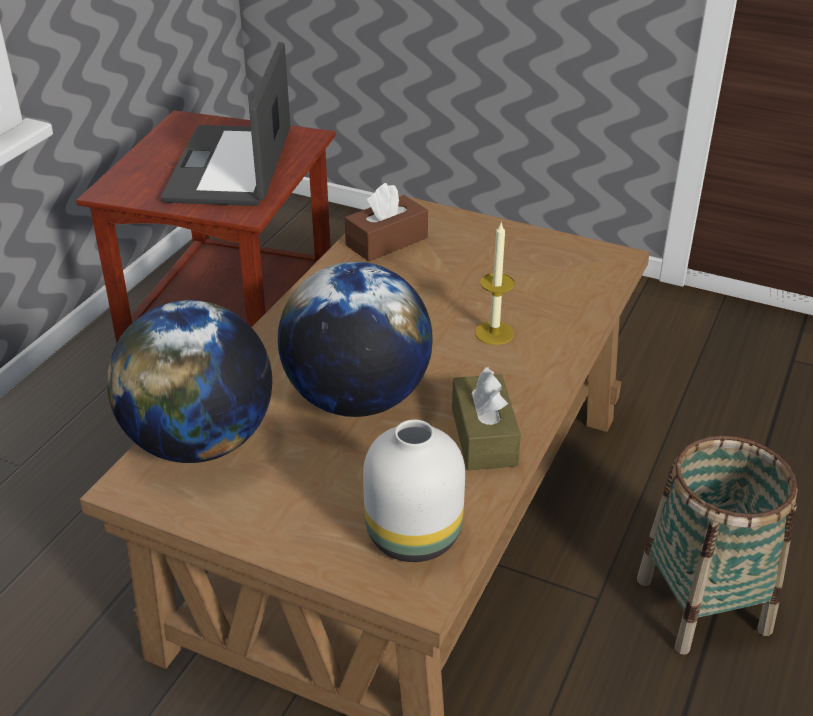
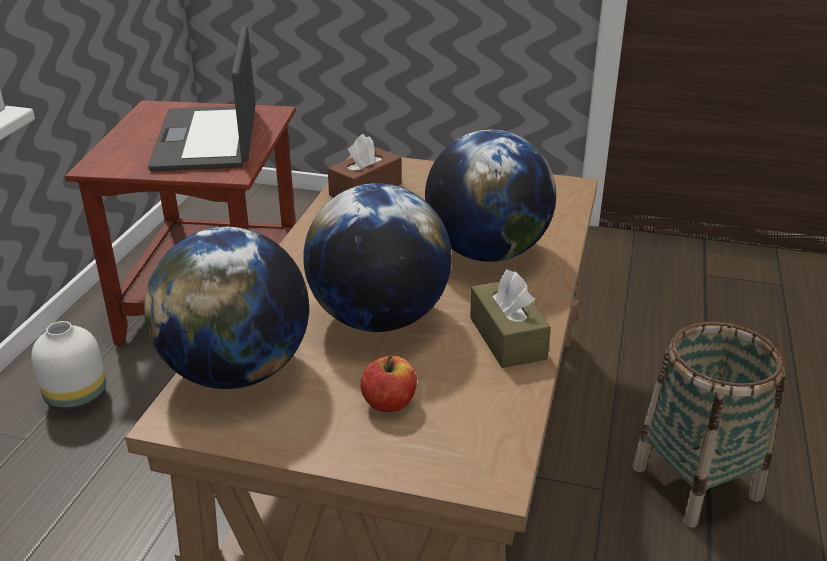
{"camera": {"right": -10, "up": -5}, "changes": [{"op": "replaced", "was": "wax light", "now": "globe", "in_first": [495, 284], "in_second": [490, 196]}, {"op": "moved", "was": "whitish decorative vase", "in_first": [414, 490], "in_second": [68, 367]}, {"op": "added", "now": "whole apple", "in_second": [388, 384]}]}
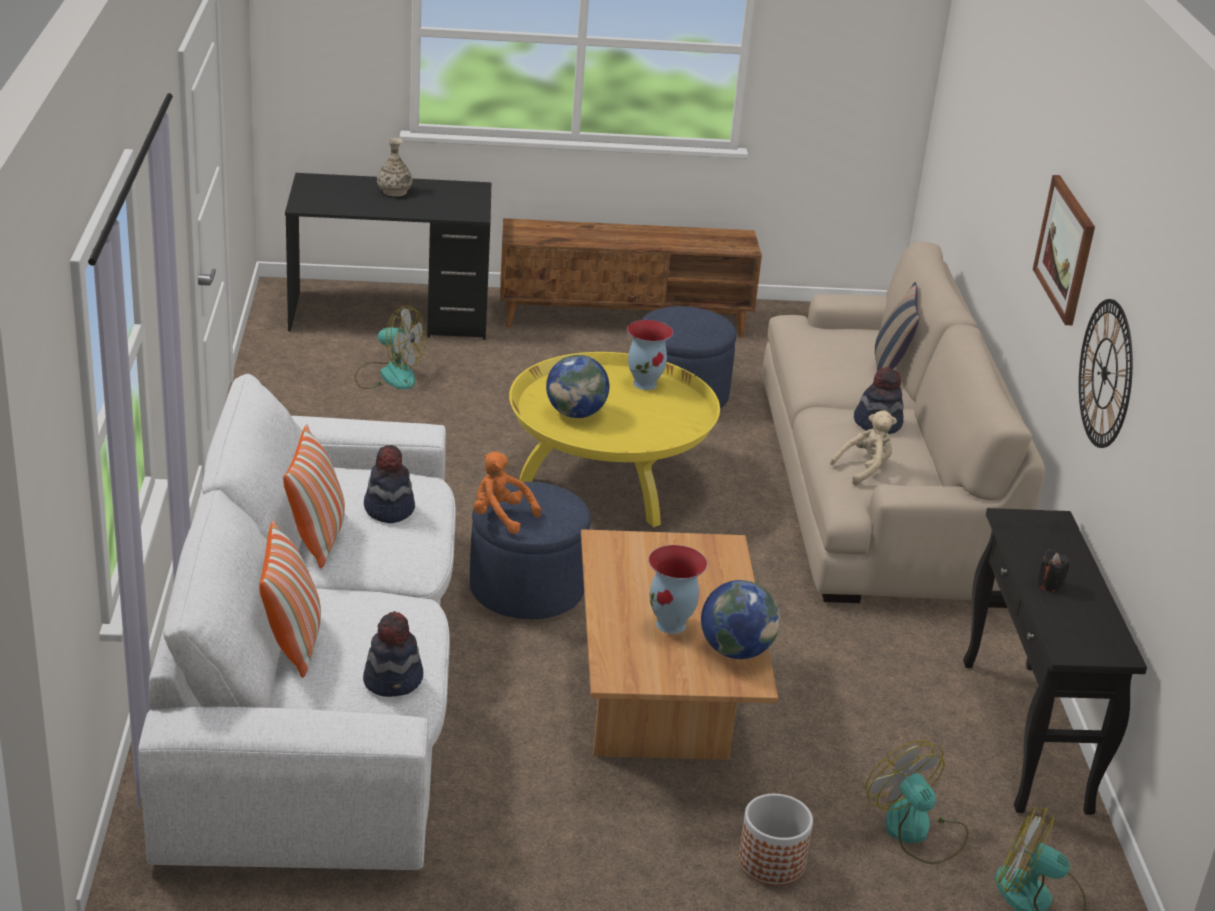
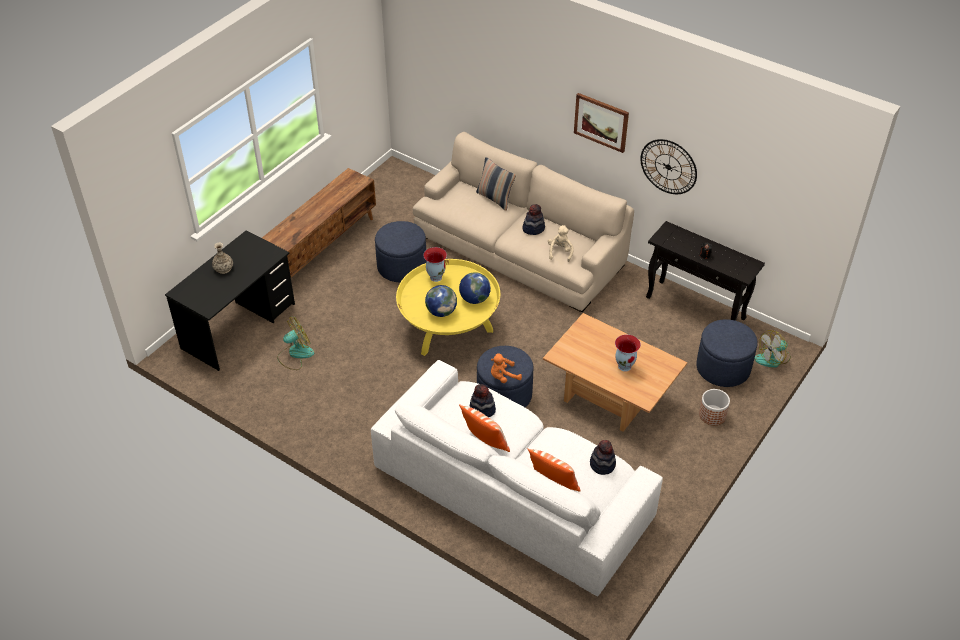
{"camera": {"right": -50, "up": 15}, "changes": [{"op": "moved", "was": "globe", "in_first": [740, 619], "in_second": [475, 288]}, {"op": "replaced", "was": "electric fan", "now": "blue-coloured footrest", "in_first": [917, 802], "in_second": [727, 353]}]}
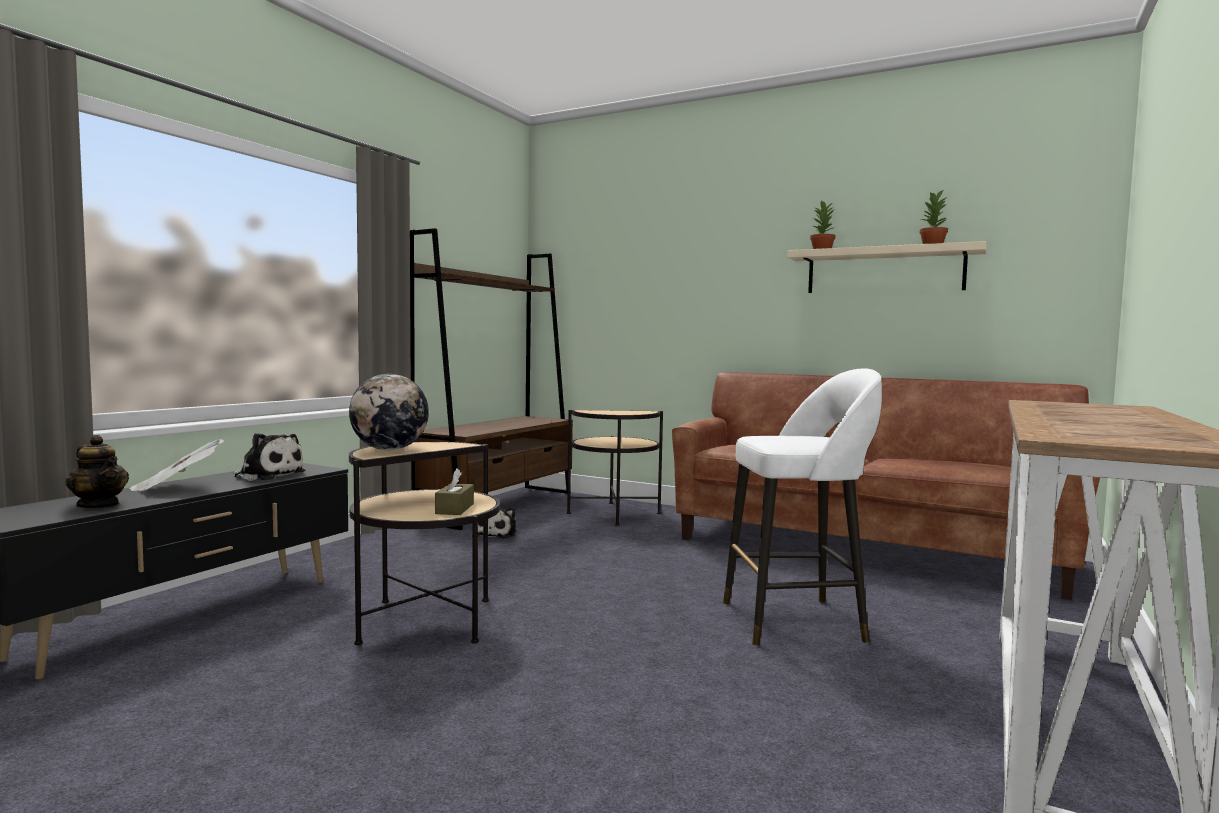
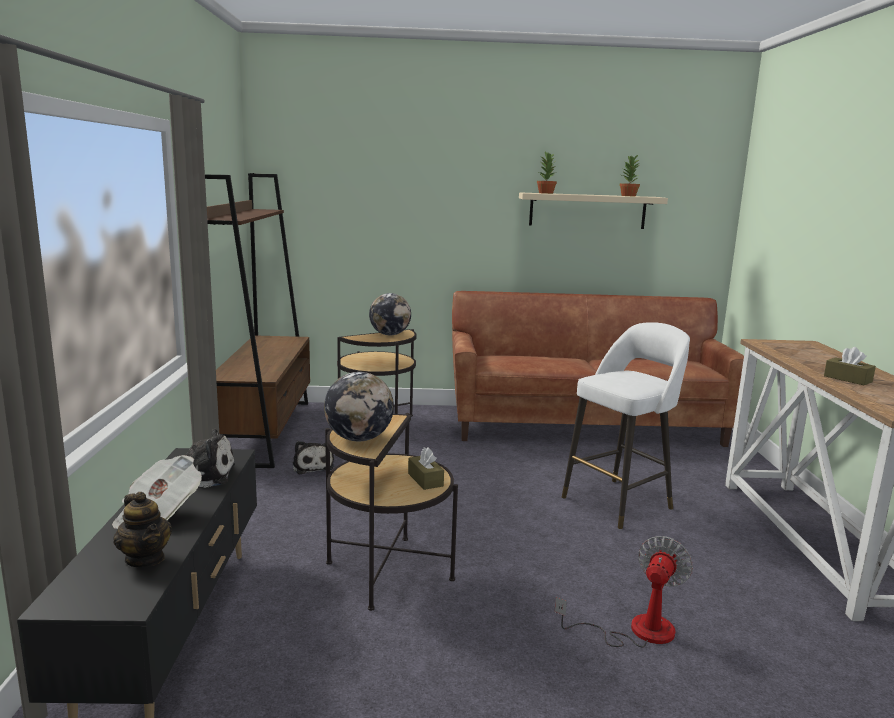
{"camera": {"right": -30, "up": 10}, "changes": [{"op": "turned", "was": "teapot", "in_first": [97, 471], "in_second": [142, 529], "clockwise": 45}, {"op": "added", "now": "globe", "in_second": [390, 314]}, {"op": "added", "now": "brownish tissue holder", "in_second": [850, 366]}, {"op": "added", "now": "electric fan", "in_second": [624, 592]}]}
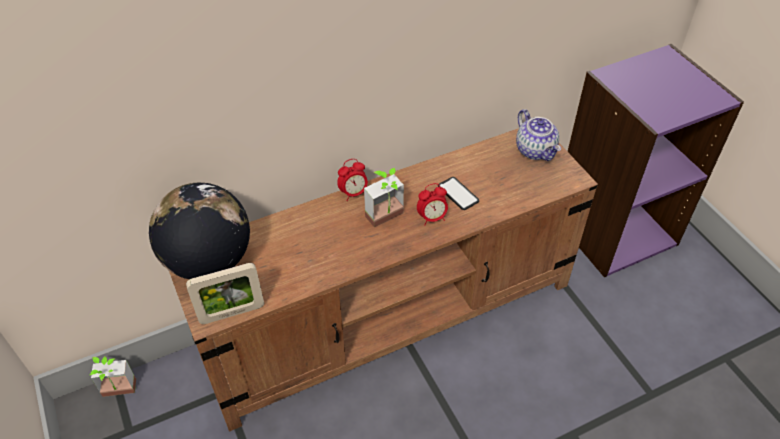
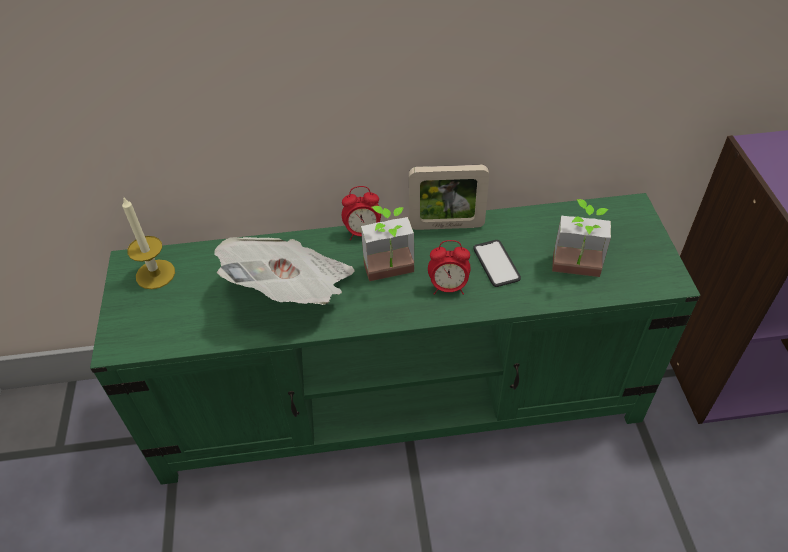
{"camera": {"right": 20, "up": 0}, "changes": [{"op": "removed", "was": "teapot", "in_first": [538, 135]}, {"op": "recoloured", "was": "brownish tv unit", "now": "green-coloured tv unit", "in_first": [383, 280], "in_second": [395, 339]}, {"op": "replaced", "was": "globe", "now": "wax light", "in_first": [199, 231], "in_second": [148, 242]}, {"op": "moved", "was": "picture frame", "in_first": [225, 293], "in_second": [449, 197]}, {"op": "moved", "was": "houseplant", "in_first": [112, 377], "in_second": [581, 238]}, {"op": "added", "now": "printed paper", "in_second": [284, 271]}]}
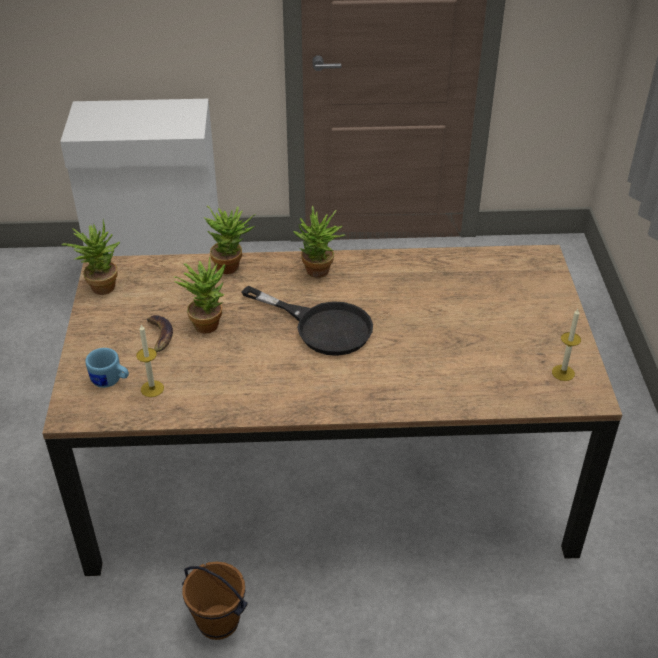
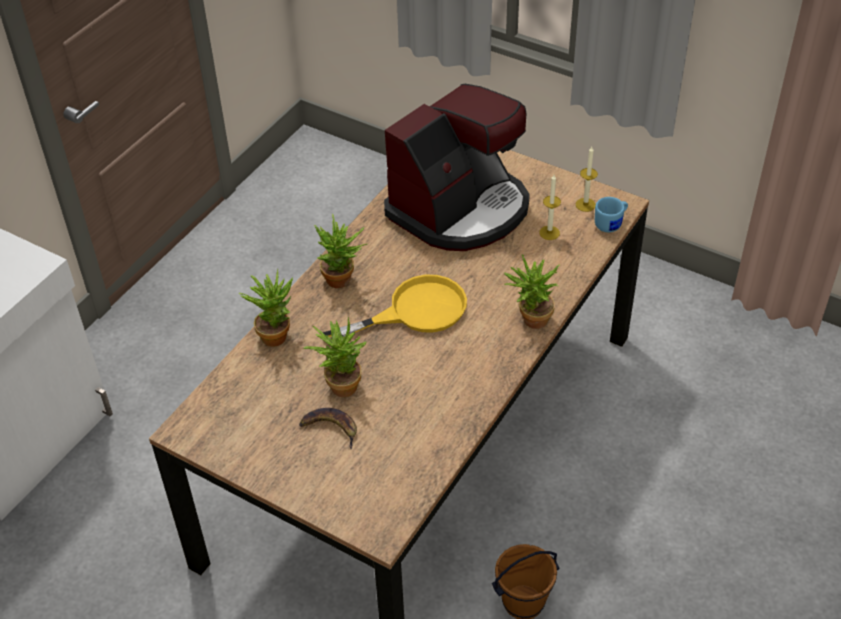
{"camera": {"right": -55, "up": 5}, "changes": [{"op": "moved", "was": "houseplant", "in_first": [90, 257], "in_second": [531, 291]}, {"op": "recoloured", "was": "blackish pan", "now": "yellow-coloured pan", "in_first": [307, 320], "in_second": [395, 306]}, {"op": "moved", "was": "wax light", "in_first": [150, 361], "in_second": [550, 207]}, {"op": "moved", "was": "blue-coloured coffee mug", "in_first": [107, 368], "in_second": [611, 214]}, {"op": "added", "now": "coffee brewer", "in_second": [457, 167]}]}
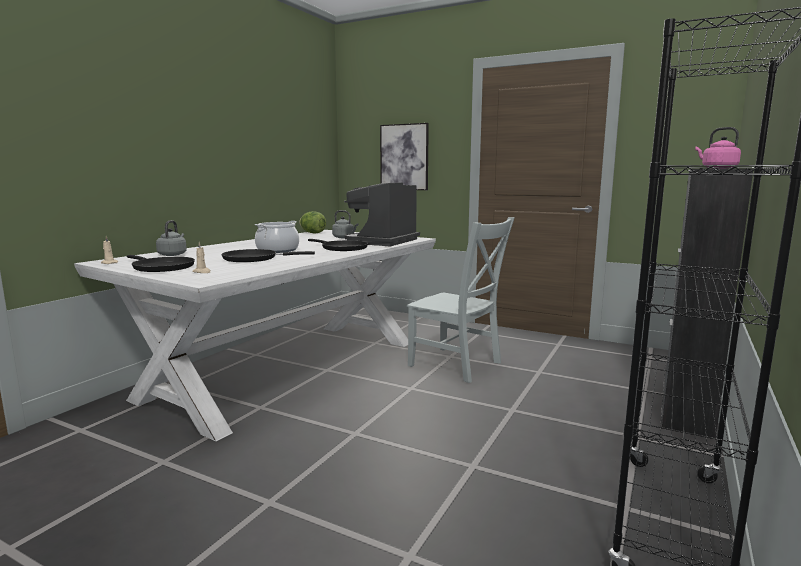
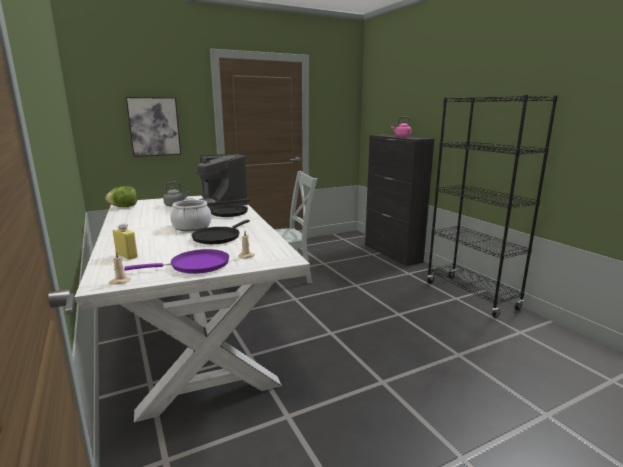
{"camera": {"right": -55, "up": 5}, "changes": [{"op": "replaced", "was": "gray kettle", "now": "yellow-coloured drink bottle", "in_first": [171, 238], "in_second": [125, 242]}, {"op": "recoloured", "was": "blackish pan", "now": "purplish pan", "in_first": [161, 263], "in_second": [176, 261]}]}
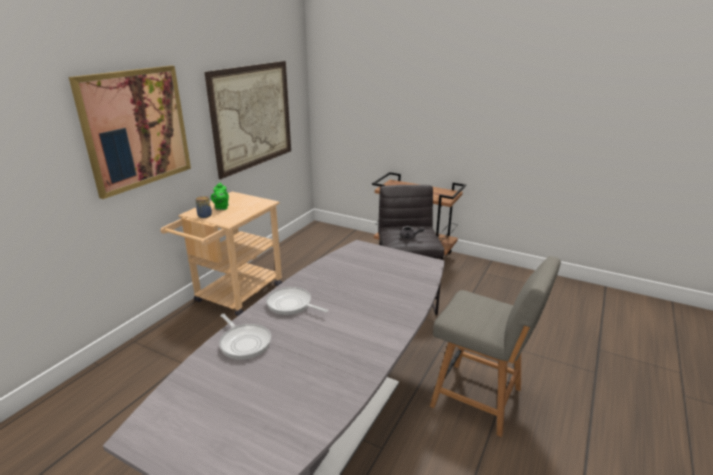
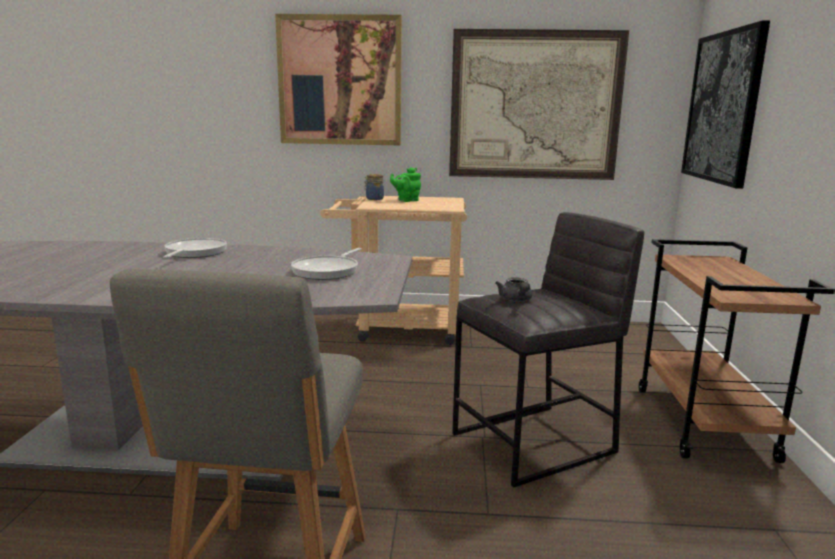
{"camera": {"right": 65, "up": -10}, "changes": [{"op": "moved", "was": "pan", "in_first": [245, 337], "in_second": [326, 264]}, {"op": "added", "now": "wall art", "in_second": [725, 104]}]}
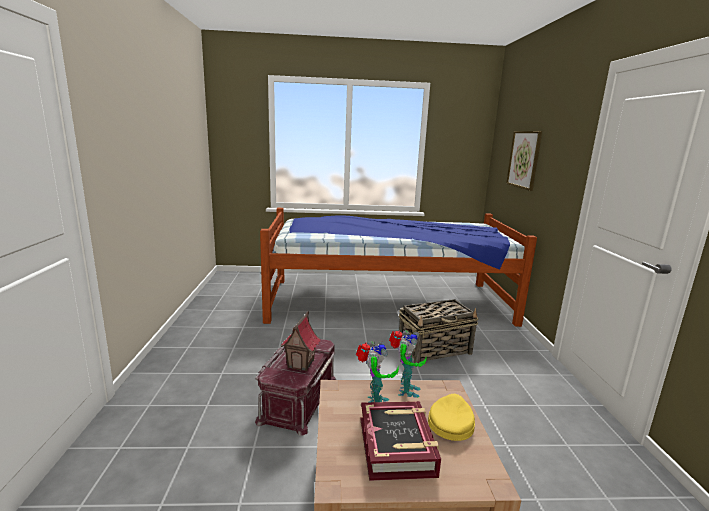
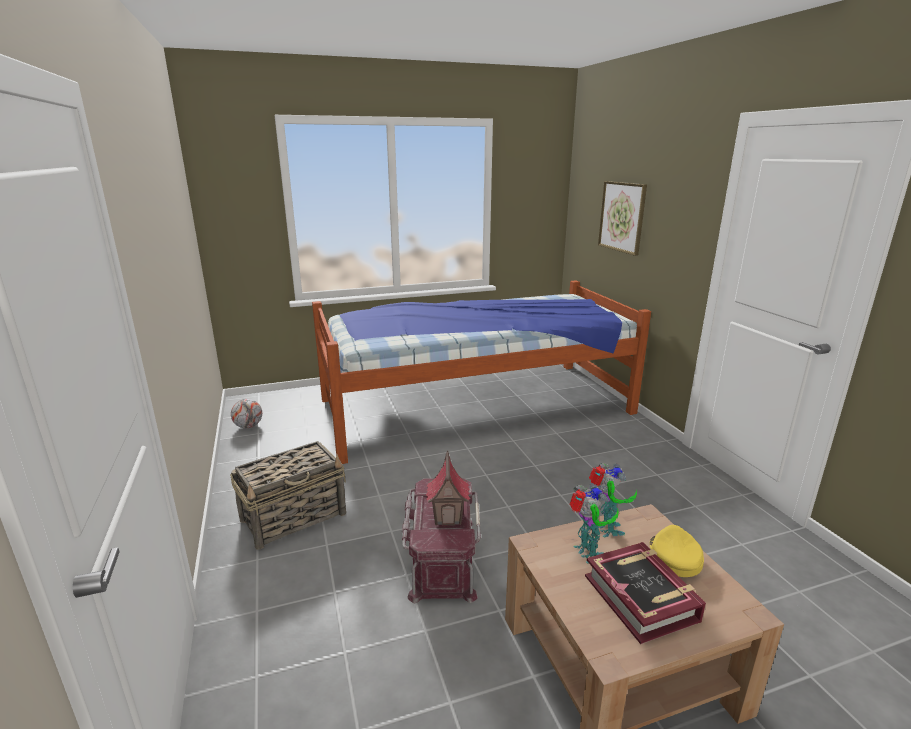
{"camera": {"right": -15, "up": 5}, "changes": [{"op": "moved", "was": "storage basket", "in_first": [438, 331], "in_second": [288, 495]}, {"op": "added", "now": "ball for football", "in_second": [246, 413]}]}
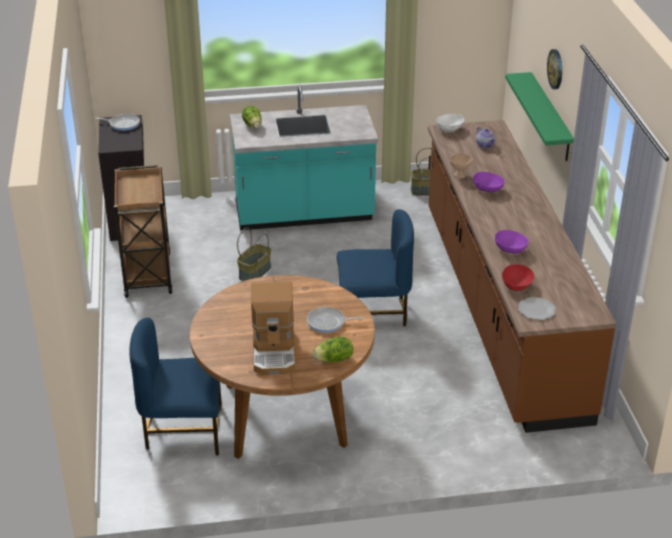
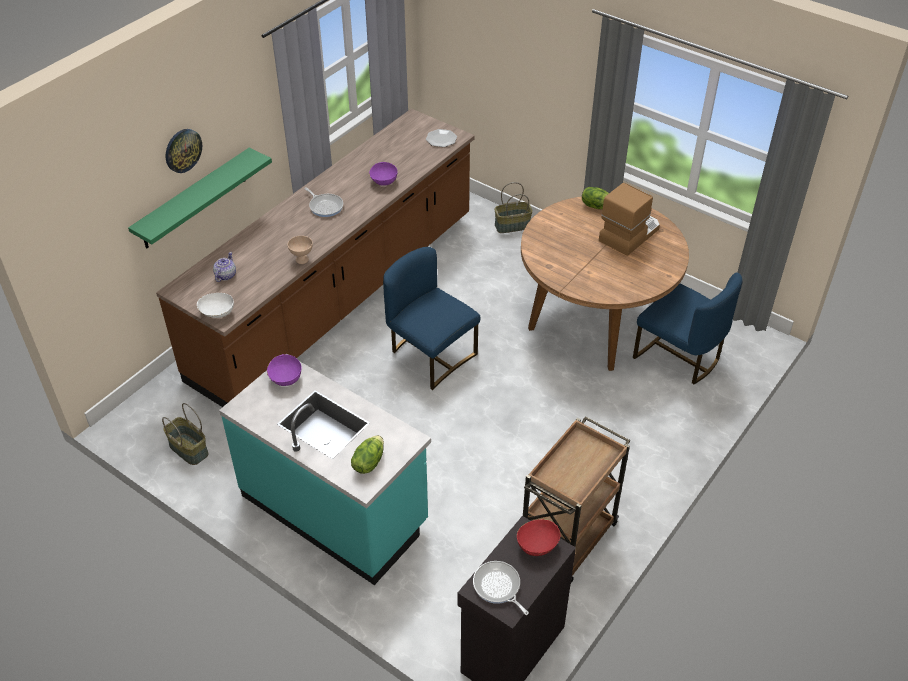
{"camera": {"right": -135, "up": 10}, "changes": [{"op": "moved", "was": "purplish bowl", "in_first": [489, 182], "in_second": [284, 370]}, {"op": "moved", "was": "storage basket", "in_first": [254, 254], "in_second": [513, 207]}, {"op": "moved", "was": "reddish bowl", "in_first": [518, 277], "in_second": [538, 537]}, {"op": "moved", "was": "pan", "in_first": [335, 320], "in_second": [323, 202]}]}
